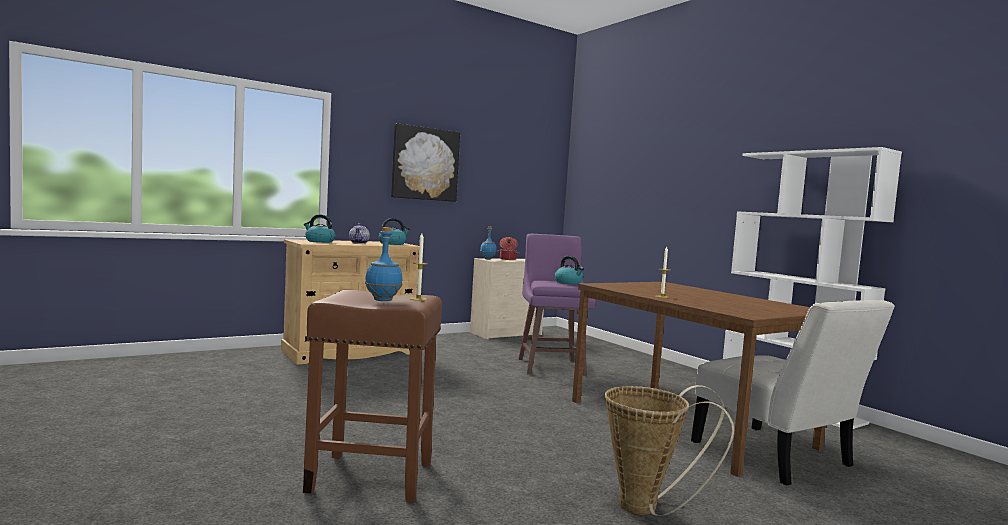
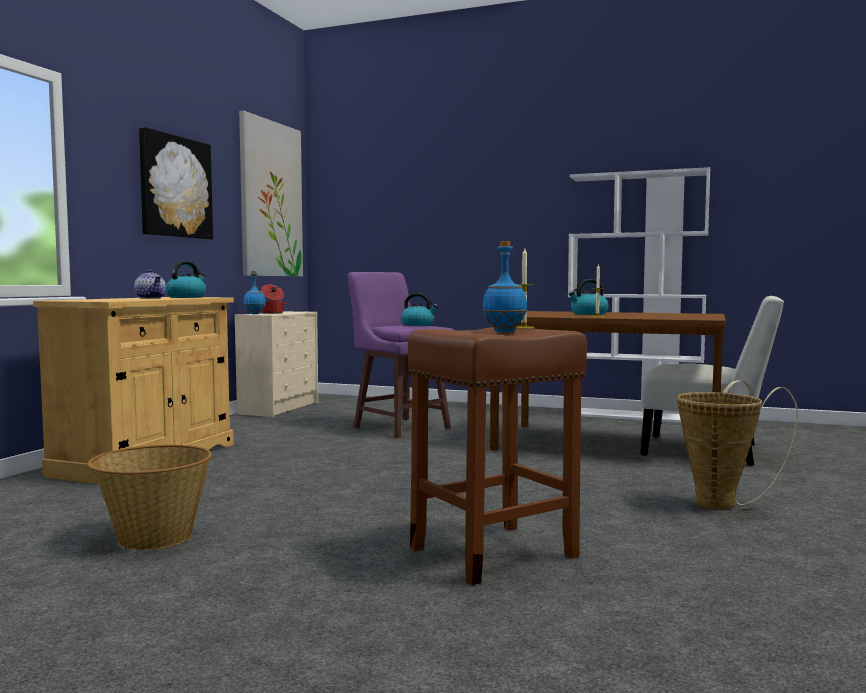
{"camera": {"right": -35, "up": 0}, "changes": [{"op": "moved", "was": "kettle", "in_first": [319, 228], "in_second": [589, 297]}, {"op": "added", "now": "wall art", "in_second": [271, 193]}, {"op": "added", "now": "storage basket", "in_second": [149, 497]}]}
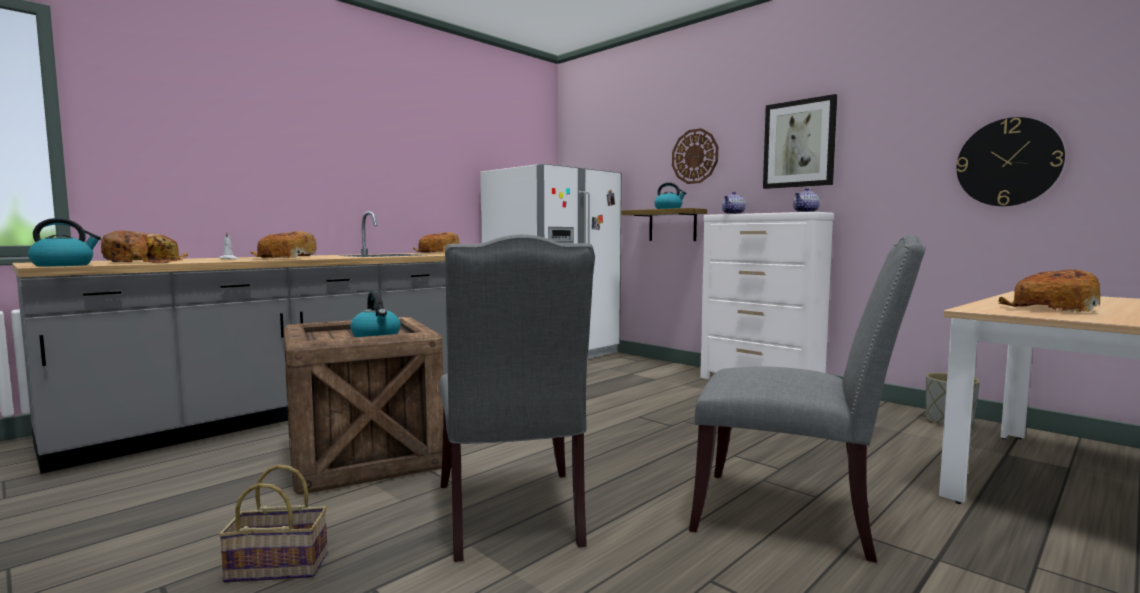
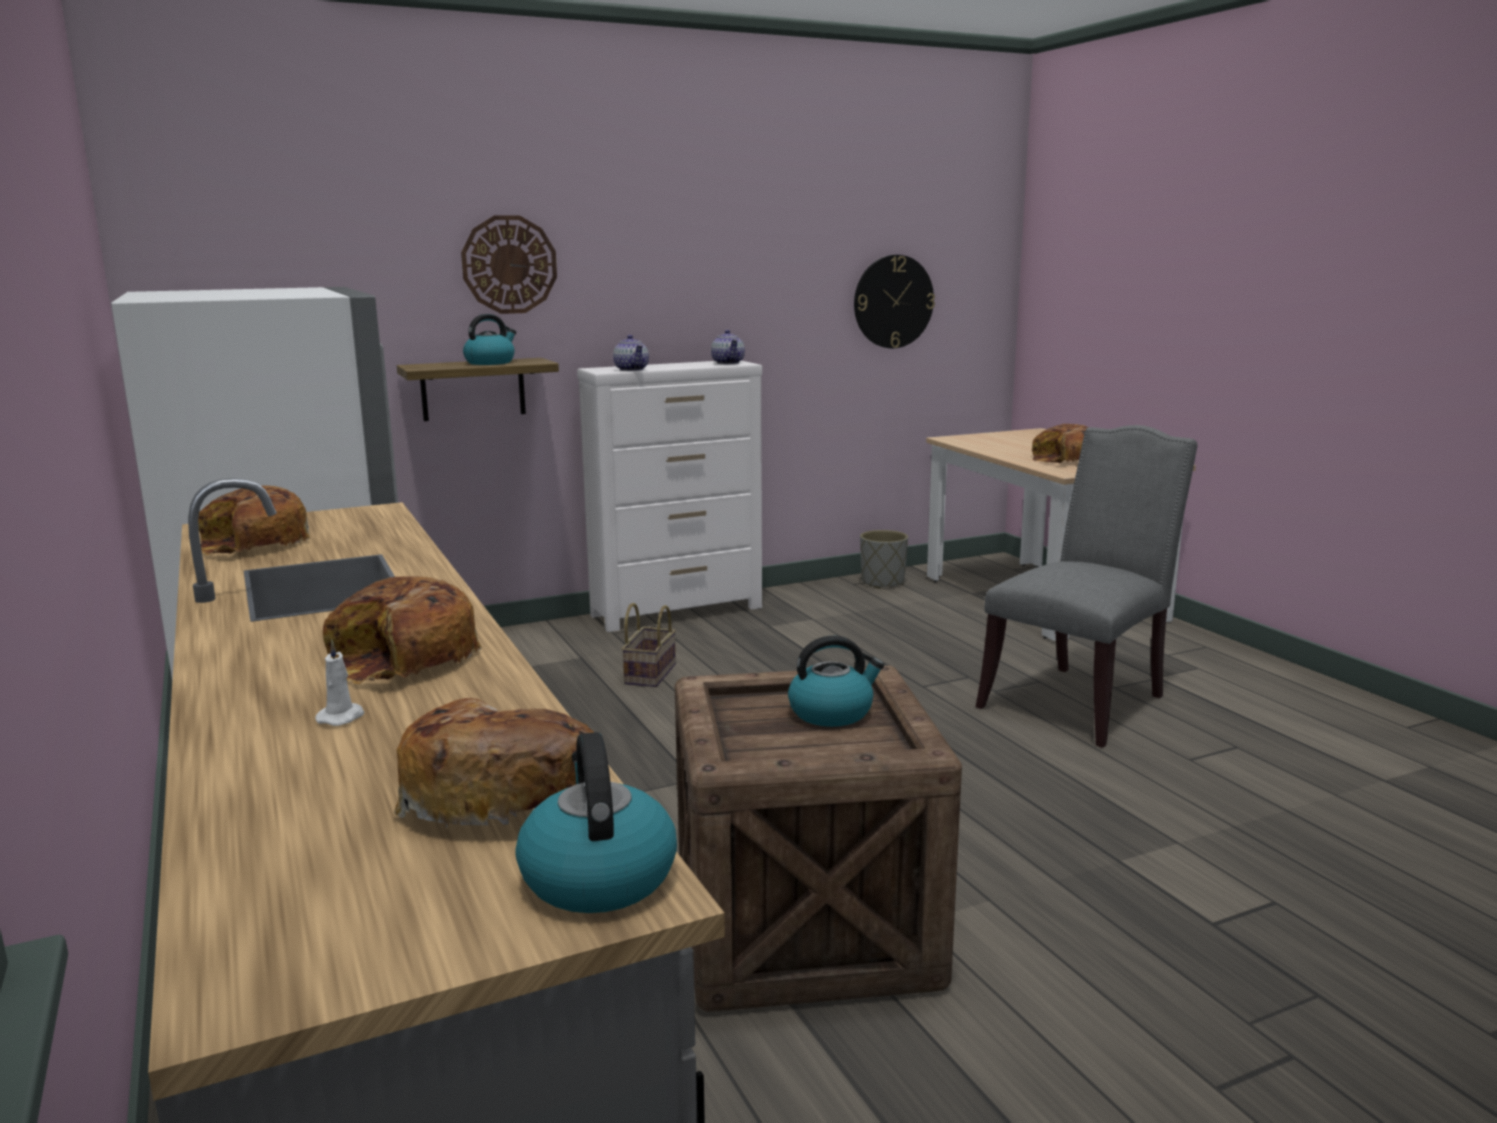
{"camera": {"right": -70, "up": 10}, "changes": [{"op": "removed", "was": "wall art", "in_first": [800, 141]}, {"op": "removed", "was": "gray upright chair", "in_first": [517, 398]}, {"op": "moved", "was": "storage basket", "in_first": [273, 524], "in_second": [649, 645]}]}
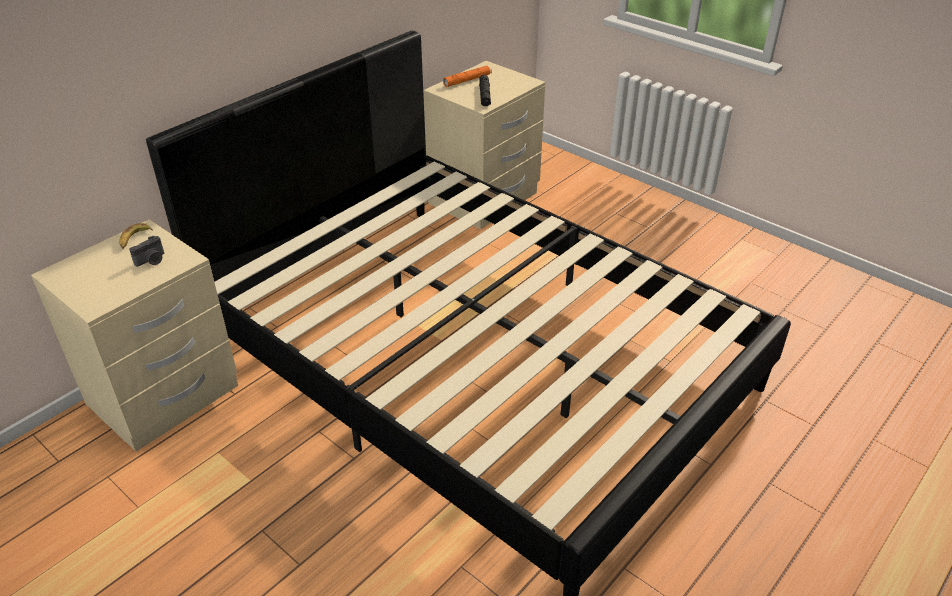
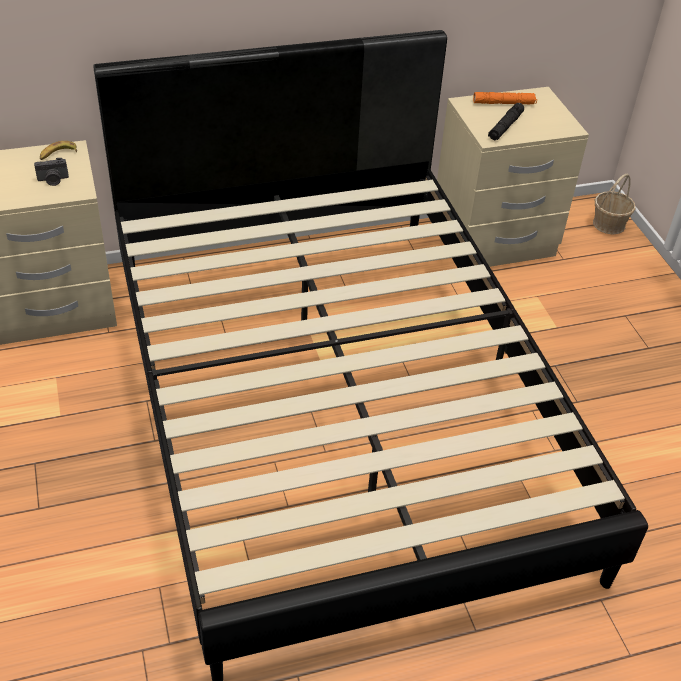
{"camera": {"right": 30, "up": 5}, "changes": [{"op": "added", "now": "storage basket", "in_second": [614, 204]}]}
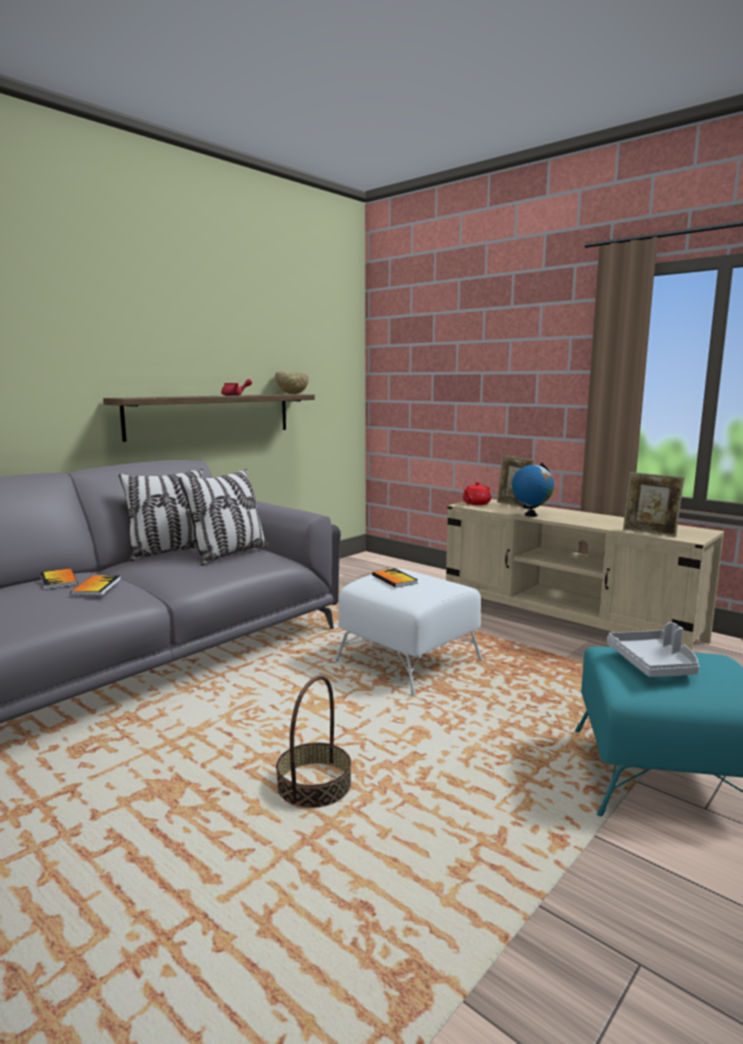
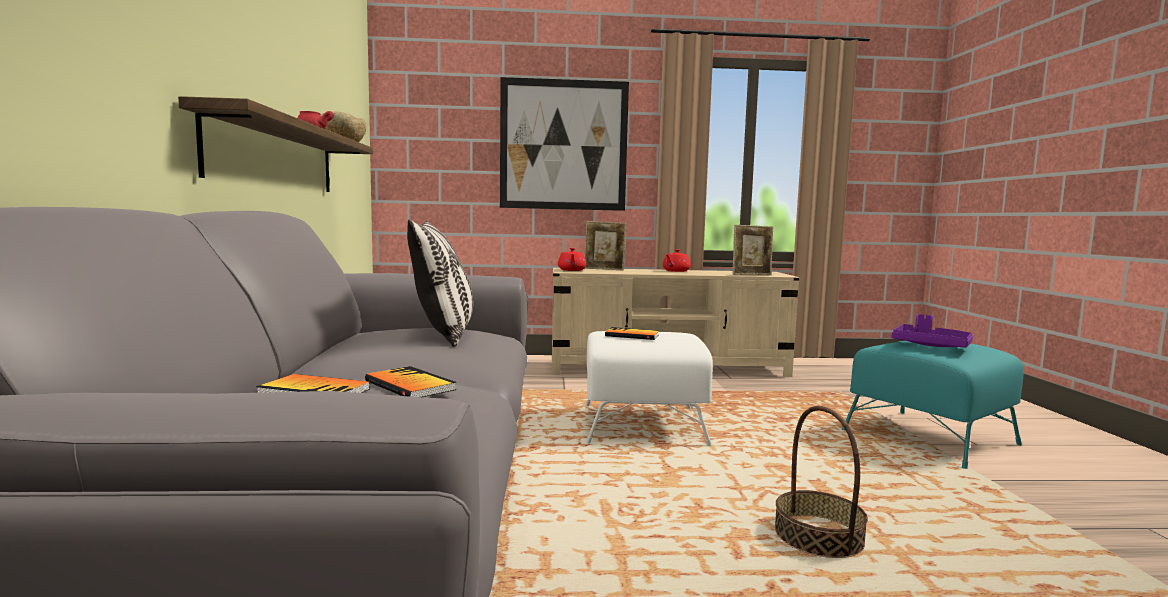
{"camera": {"right": -45, "up": -5}, "changes": [{"op": "removed", "was": "globe", "in_first": [533, 490]}, {"op": "removed", "was": "throw pillow", "in_first": [161, 515]}, {"op": "recoloured", "was": "gray tray", "now": "purplish tray", "in_first": [653, 649], "in_second": [932, 331]}, {"op": "added", "now": "wall art", "in_second": [564, 144]}, {"op": "added", "now": "reddish teapot", "in_second": [677, 260]}]}
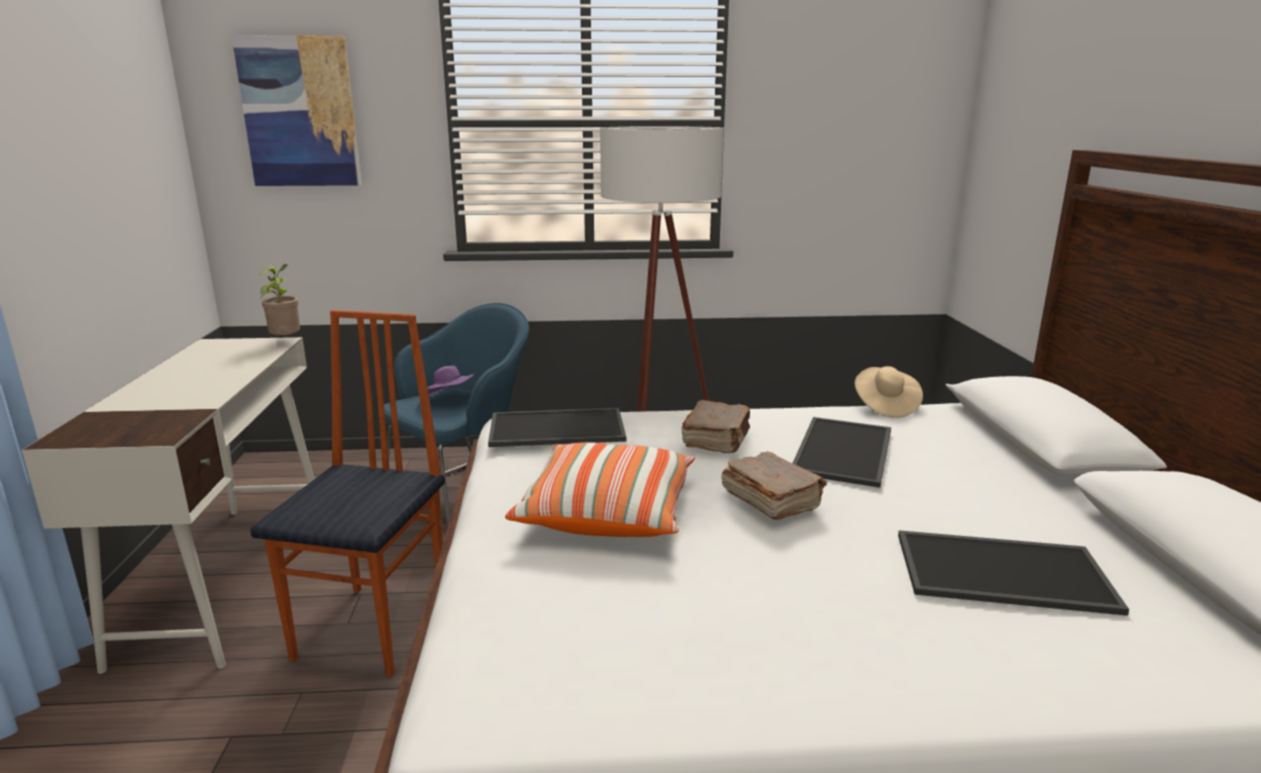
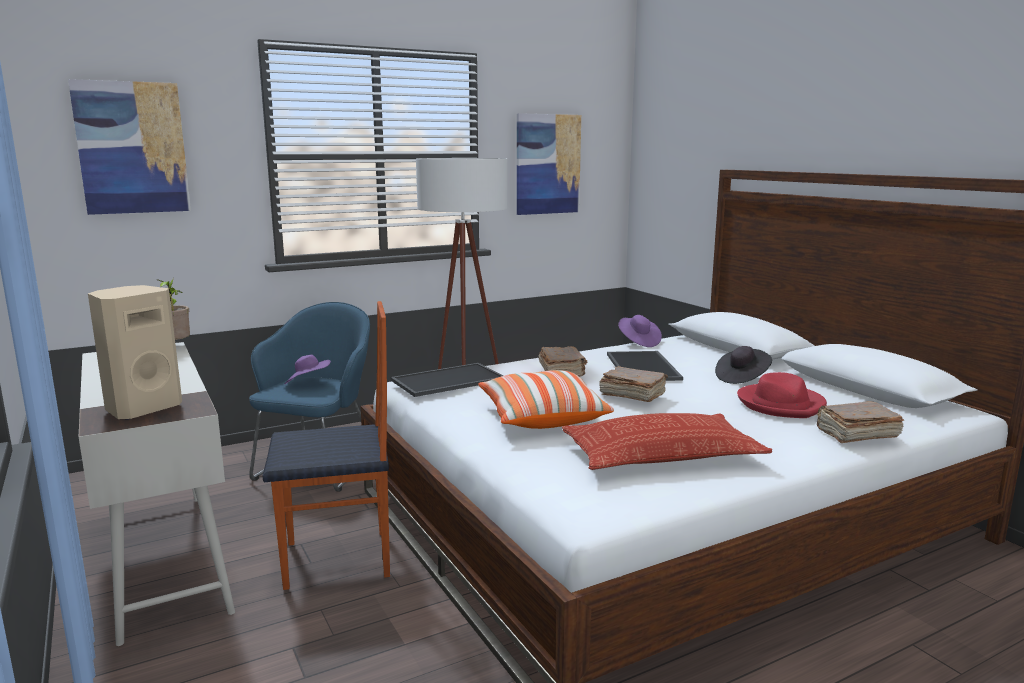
{"camera": {"right": -25, "up": -5}, "changes": [{"op": "turned", "was": "upright chair", "in_first": [347, 493], "in_second": [326, 445], "clockwise": 90}, {"op": "recoloured", "was": "beige-coloured hat", "now": "purplish hat", "in_first": [889, 392], "in_second": [640, 331]}, {"op": "replaced", "was": "tray", "now": "reddish hat", "in_first": [1013, 573], "in_second": [782, 395]}, {"op": "added", "now": "wall art", "in_second": [549, 164]}, {"op": "added", "now": "beige-coloured loudspeaker", "in_second": [135, 352]}, {"op": "added", "now": "blackish hat", "in_second": [743, 365]}, {"op": "added", "now": "brownish bound book", "in_second": [860, 422]}, {"op": "added", "now": "throw pillow", "in_second": [667, 441]}]}
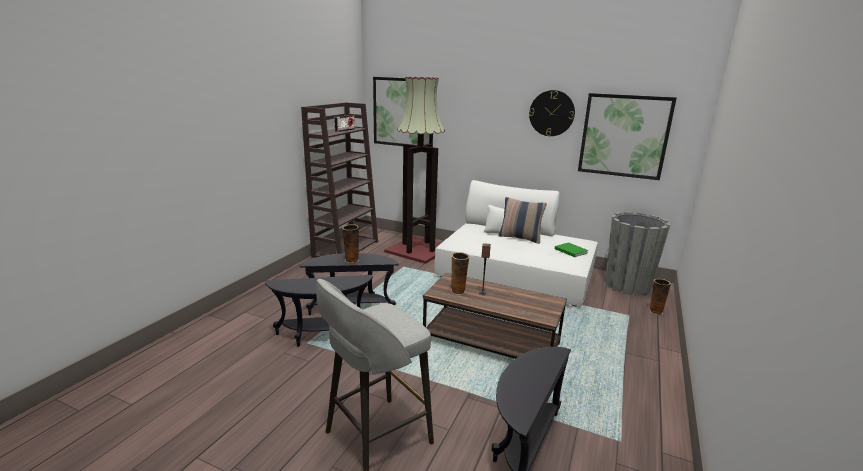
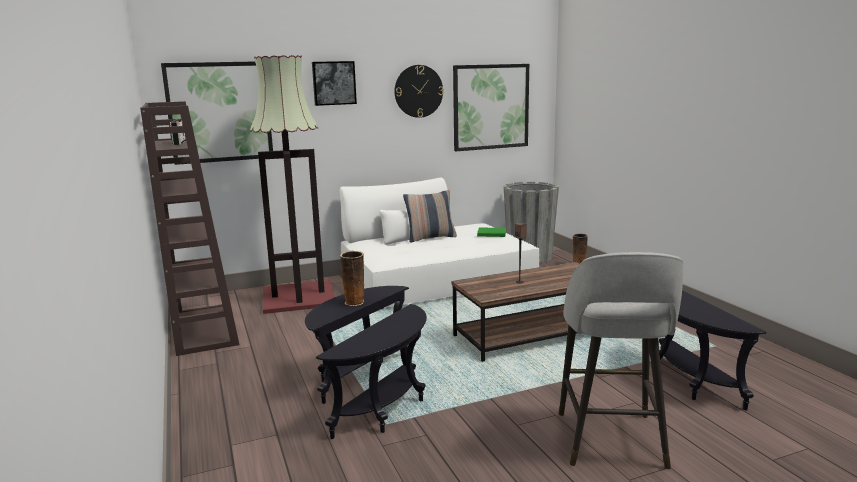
{"camera": {"right": -45, "up": -5}, "changes": [{"op": "removed", "was": "decorative vase", "in_first": [460, 273]}, {"op": "added", "now": "wall art", "in_second": [334, 83]}]}
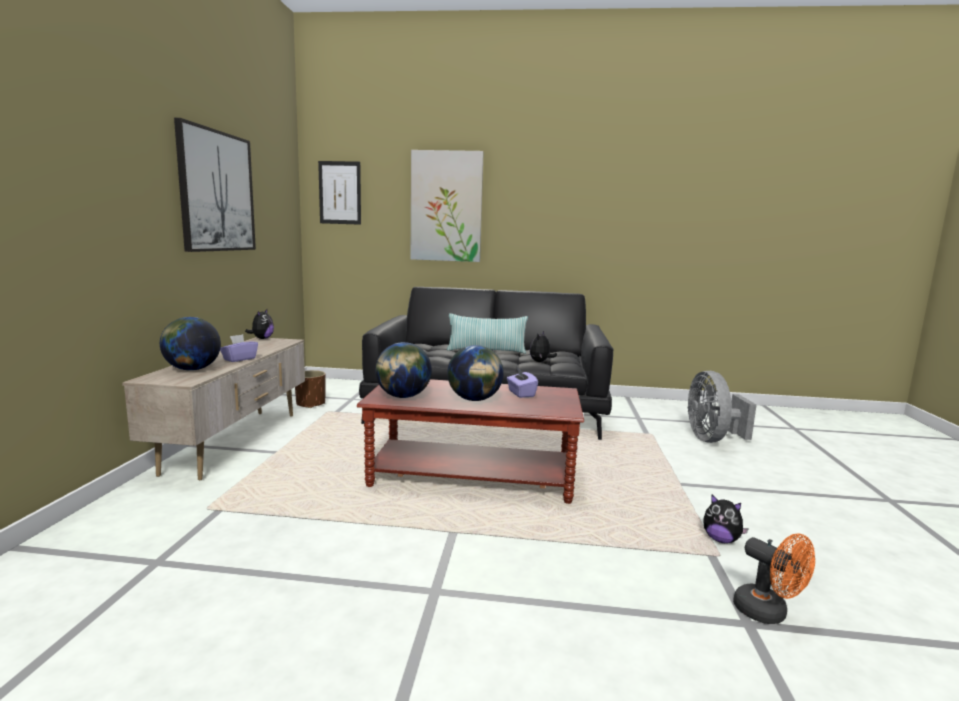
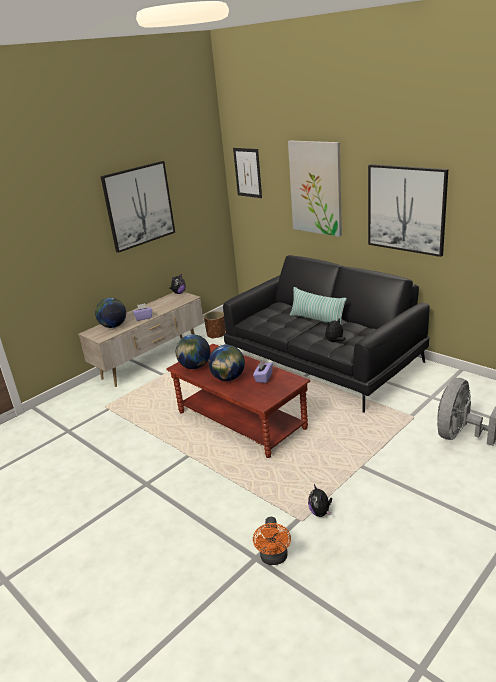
{"camera": {"right": 40, "up": 15}, "changes": [{"op": "added", "now": "wall art", "in_second": [408, 210]}]}
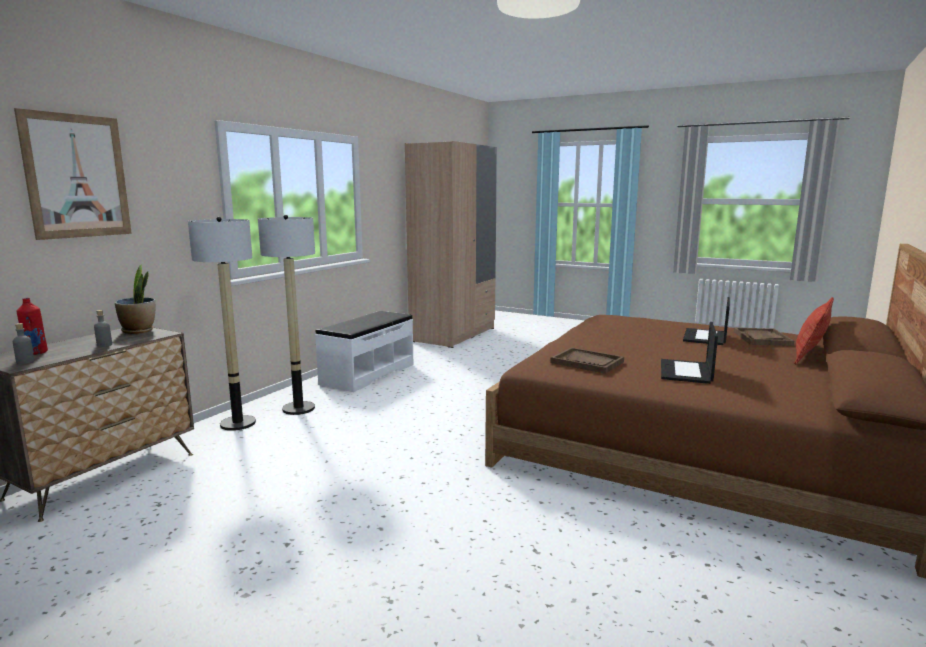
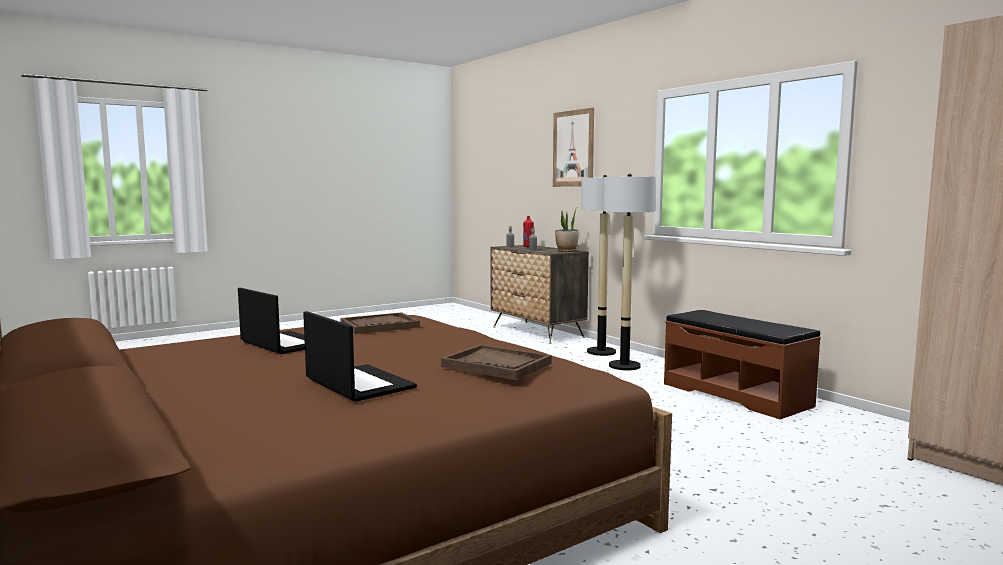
{"camera": {"right": 115, "up": -5}, "changes": [{"op": "removed", "was": "throw pillow", "in_first": [814, 330]}, {"op": "recoloured", "was": "whitish long seat", "now": "brownish long seat", "in_first": [364, 351], "in_second": [742, 364]}, {"op": "moved", "was": "brownish tray", "in_first": [764, 336], "in_second": [496, 362]}]}
